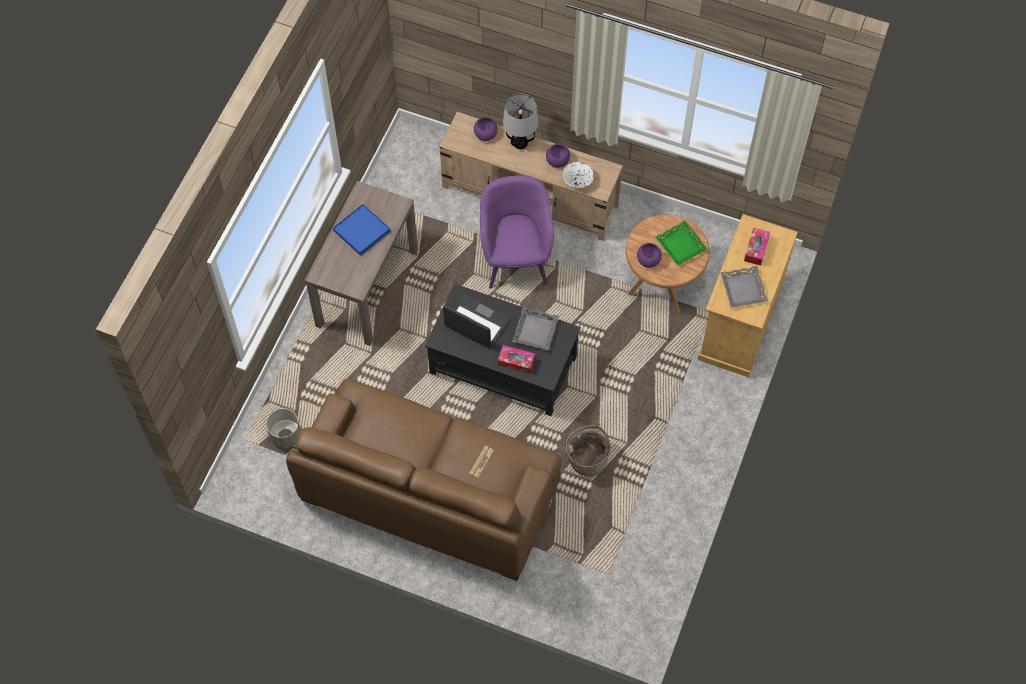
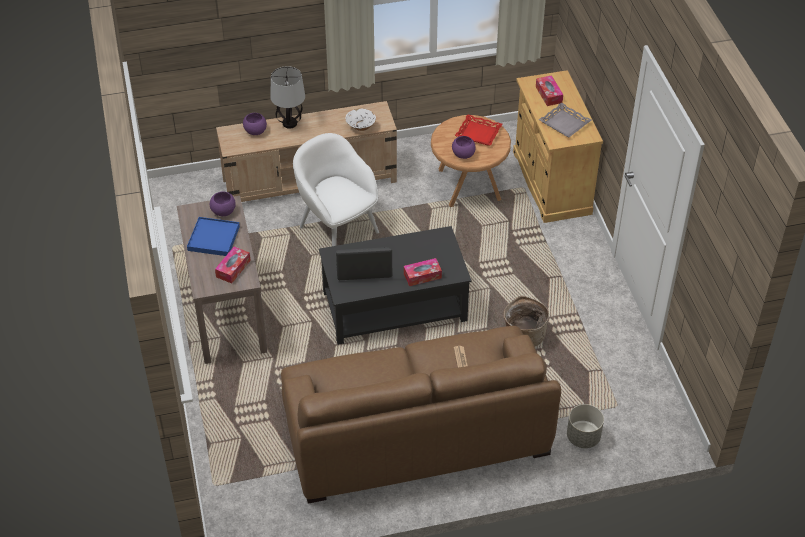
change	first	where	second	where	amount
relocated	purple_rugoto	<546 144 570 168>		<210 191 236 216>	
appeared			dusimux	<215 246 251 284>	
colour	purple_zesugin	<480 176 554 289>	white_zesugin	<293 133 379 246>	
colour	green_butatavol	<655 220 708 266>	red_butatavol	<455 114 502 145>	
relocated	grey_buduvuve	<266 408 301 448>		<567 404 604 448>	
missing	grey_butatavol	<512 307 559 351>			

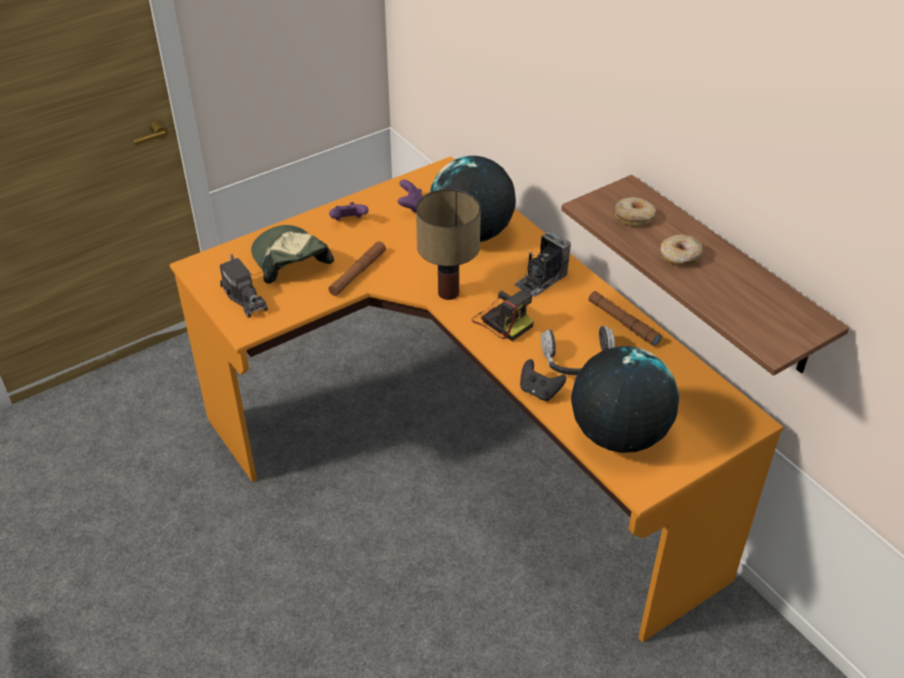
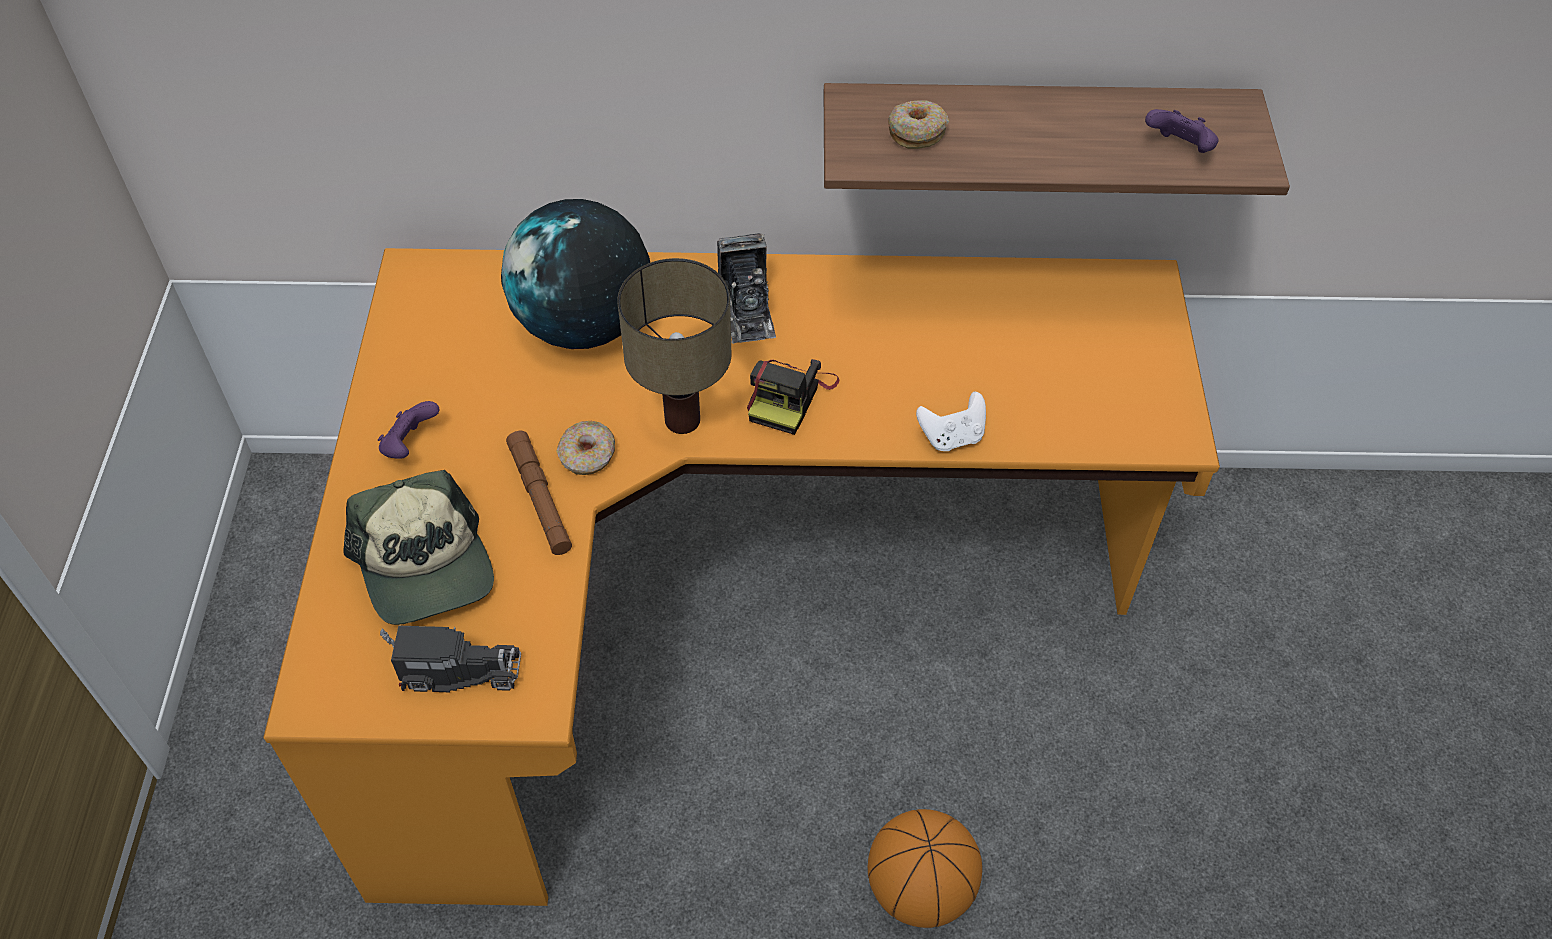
change	first	where	second	where	amount
spun	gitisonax	<251 225 334 284>		<343 470 494 625>	120 degrees counterclockwise
relocated	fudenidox	<660 234 703 266>		<556 421 615 475>	
spun	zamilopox	<472 290 534 341>		<747 359 839 435>	120 degrees clockwise
appeared			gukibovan	<868 809 982 928>	
colour	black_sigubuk	<520 359 566 401>	white_sigubuk	<916 392 986 451>	
relocated	purple_sigubuk	<398 180 423 213>		<1145 109 1218 153>	
missing	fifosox	<541 326 615 375>			
missing	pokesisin	<571 346 679 453>			
missing	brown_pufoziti	<588 291 662 346>			

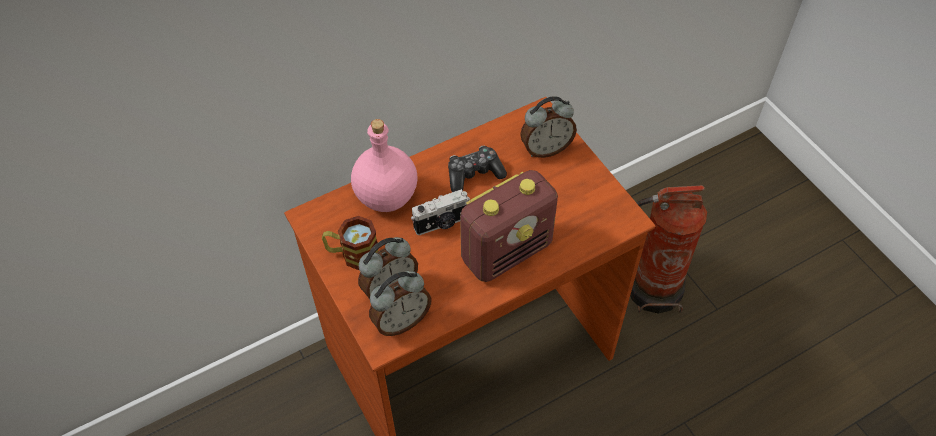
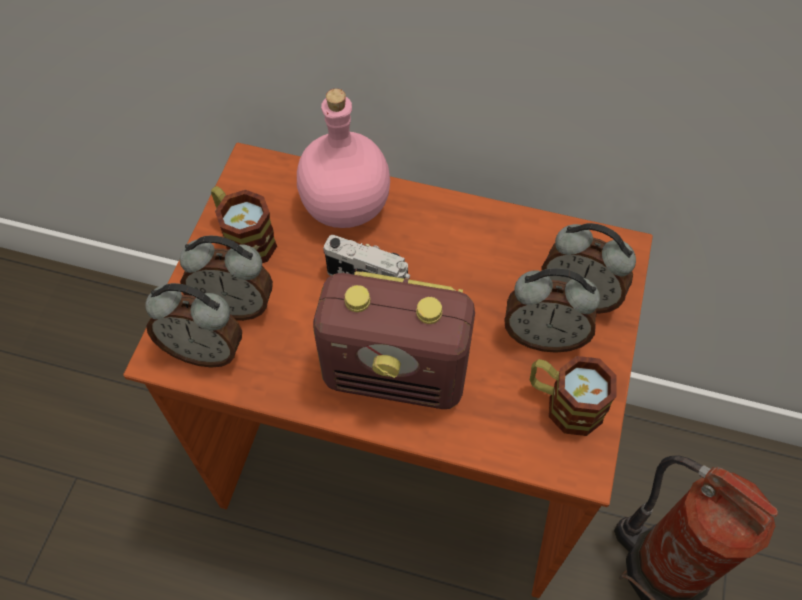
change	first	where	second	where	amount
appeared			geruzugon	<505 268 600 353>	
appeared			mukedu	<530 356 617 436>	
missing	sigubuk	<448 146 507 192>			

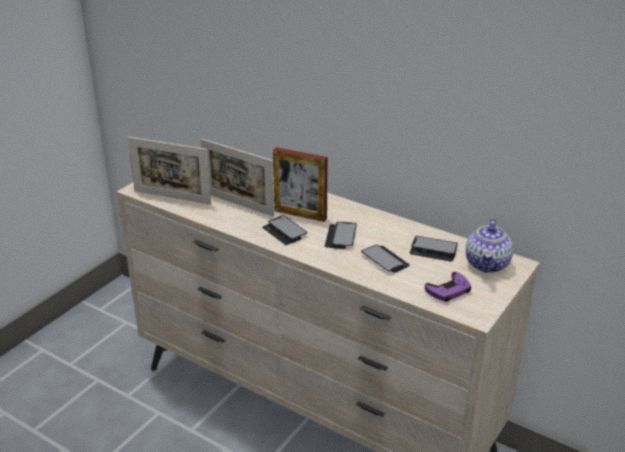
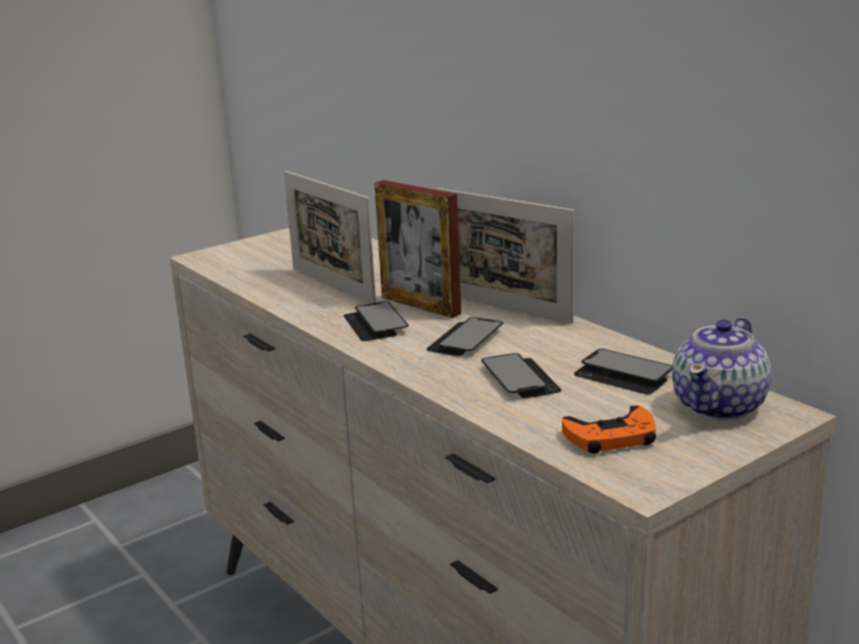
change	first	where	second	where	amount
relocated	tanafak	<127 137 211 205>		<437 188 574 324>	
colour	purple_sigubuk	<425 272 471 302>	orange_sigubuk	<562 406 656 454>	

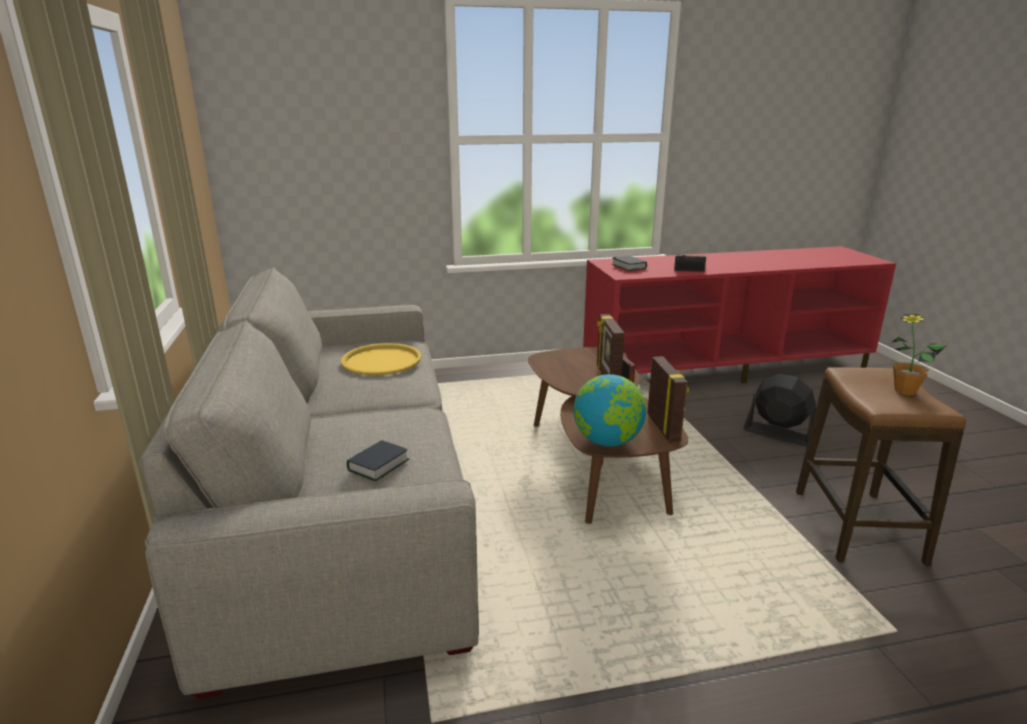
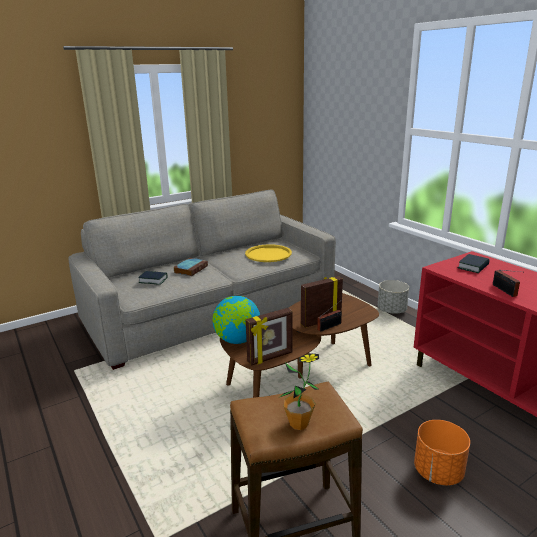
change	first	where	second	where	amount
appeared			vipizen	<174 258 208 276>	
appeared			grey_buduvuve	<378 280 409 314>	
exchanged	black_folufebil	<744 374 816 446>	orange_buduvuve	<414 420 470 486>	

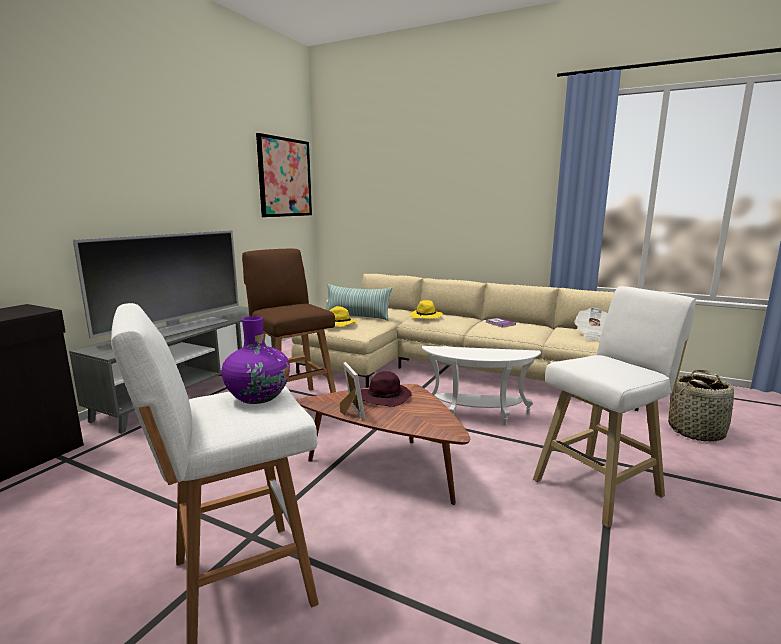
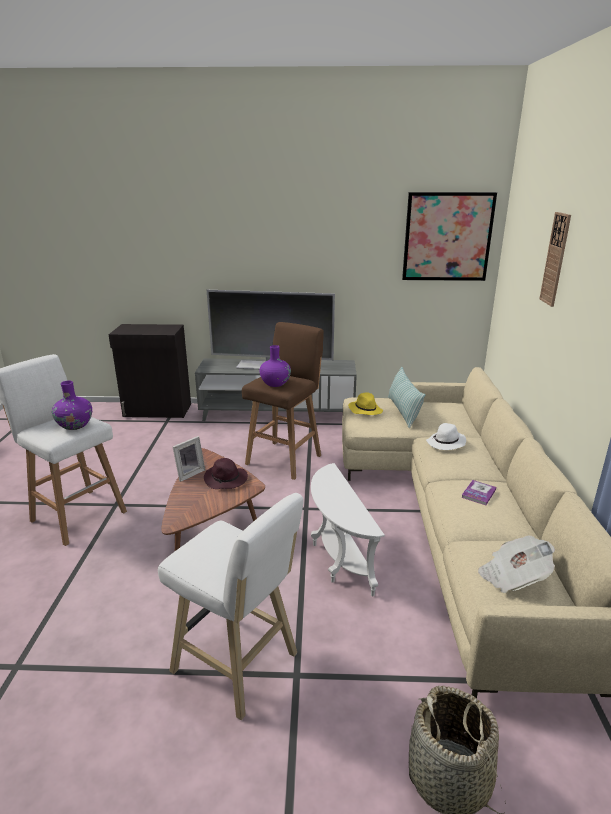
change	first	where	second	where	amount
appeared			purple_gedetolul	<259 345 291 387>	
colour	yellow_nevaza	<410 300 443 319>	white_nevaza	<426 423 466 450>	
appeared			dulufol	<539 212 571 307>	

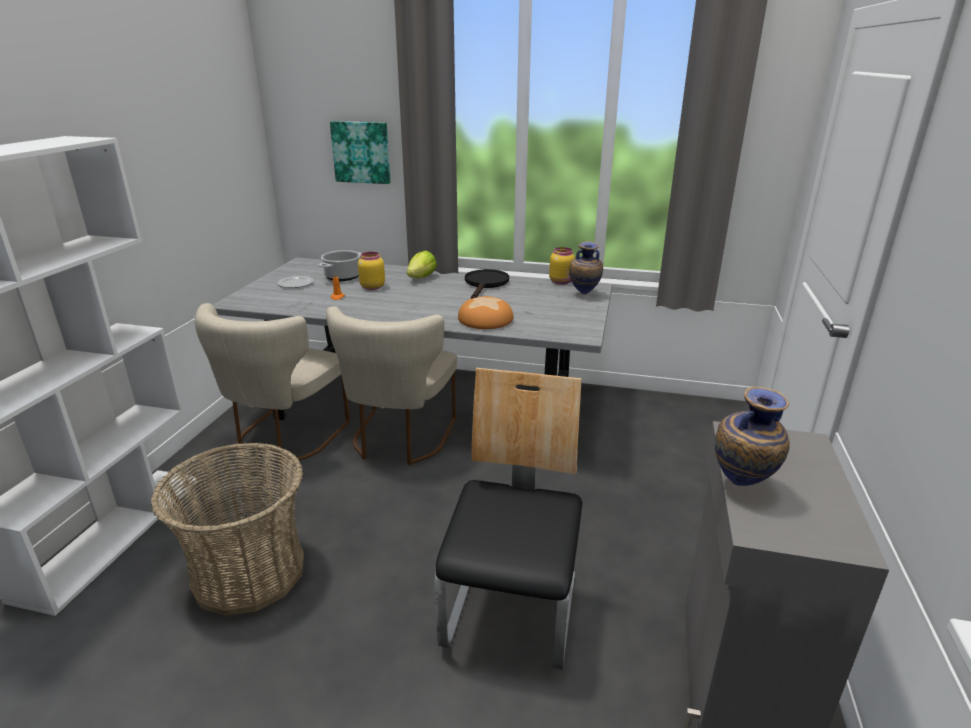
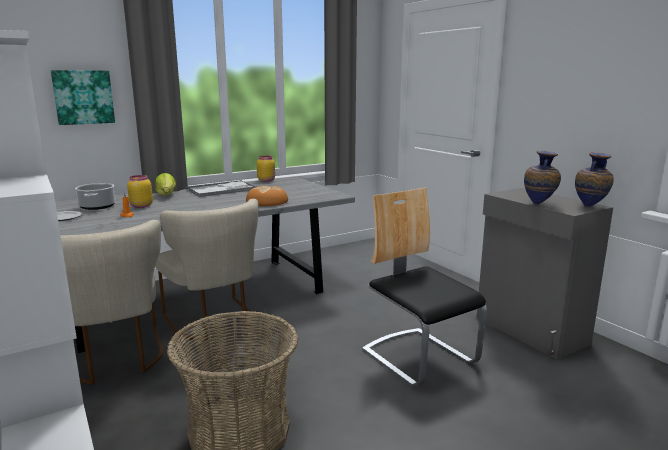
change	first	where	second	where	amount
exchanged	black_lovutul	<465 269 509 299>	butatavol	<186 180 257 197>	
relocated	gedetolul	<569 241 603 294>		<575 152 614 207>	

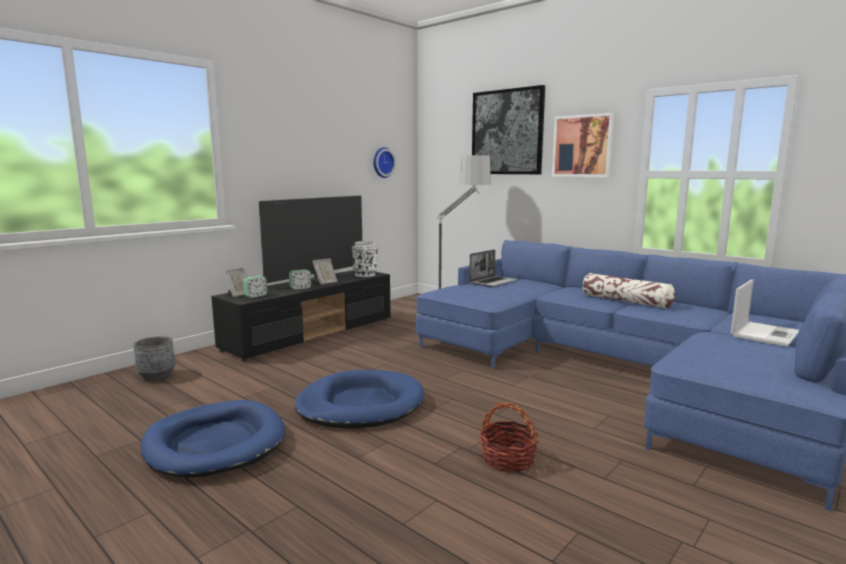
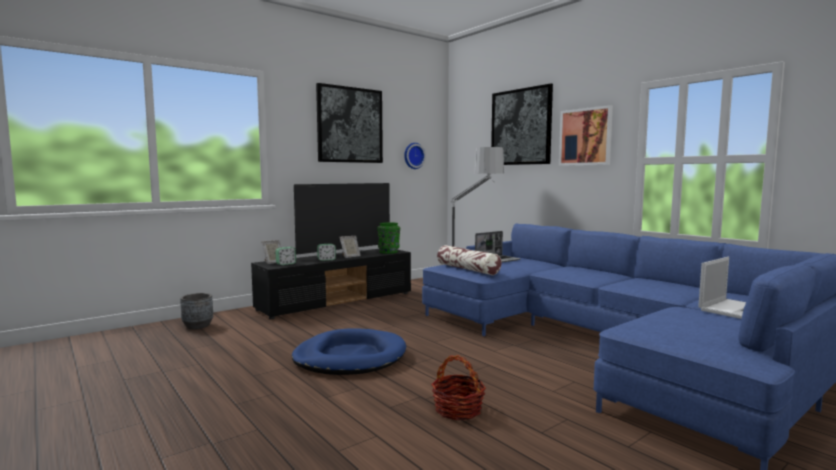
change	first	where	second	where	amount
appeared			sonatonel	<316 83 383 163>	
colour	white_gedetolul	<352 241 378 277>	green_gedetolul	<377 222 400 254>	
relocated	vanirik	<582 273 676 309>		<437 245 502 275>	
missing	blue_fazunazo	<141 400 285 478>			

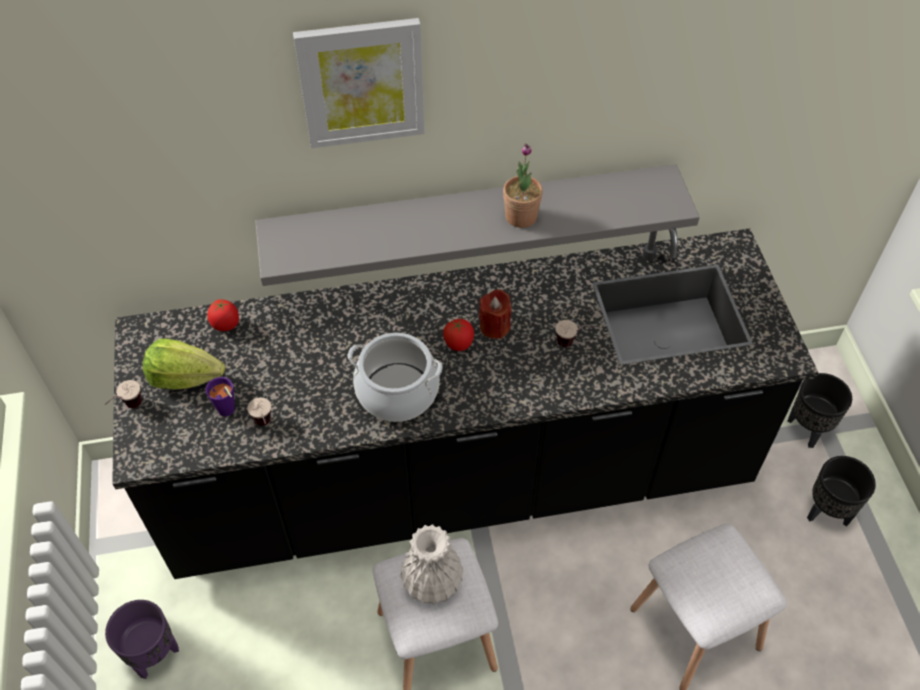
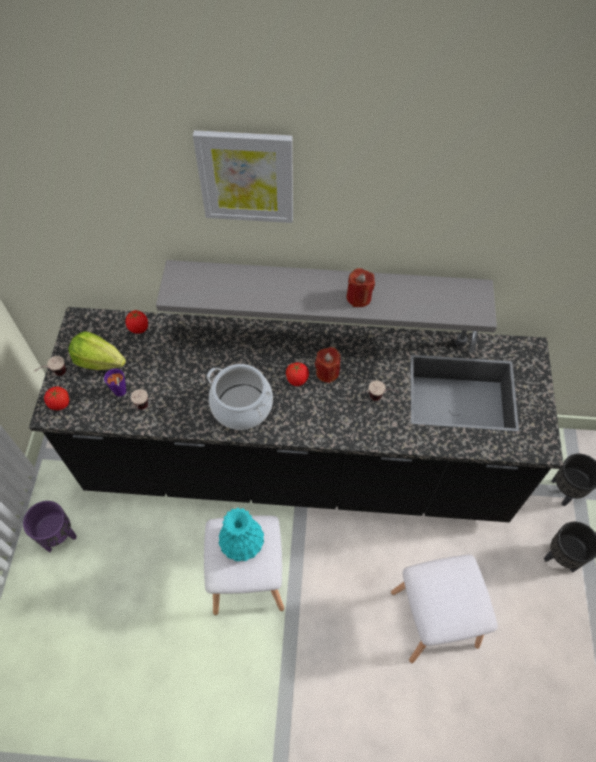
change	first	where	second	where	amount
appeared			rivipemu	<44 387 69 410>	
colour	white_gedetolul	<400 525 463 605>	turquoise_gedetolul	<219 507 264 562>	
exchanged	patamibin	<503 143 543 228>	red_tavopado	<347 268 375 307>	

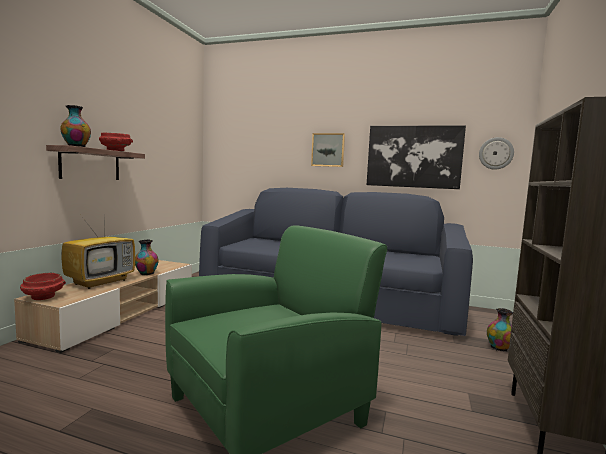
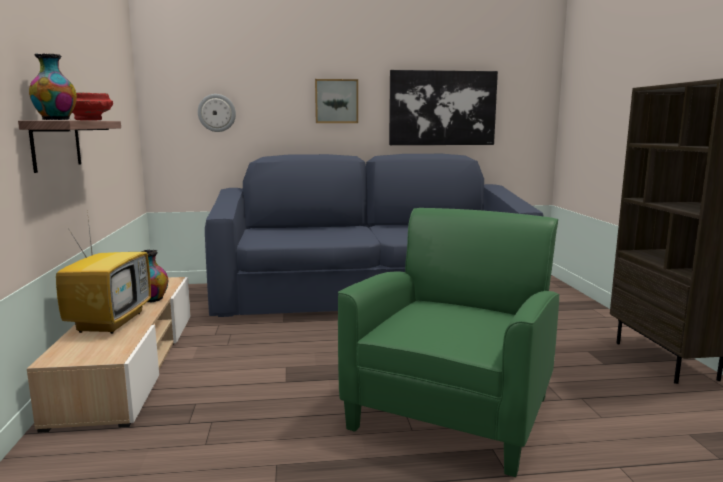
change	first	where	second	where	amount
relocated	dulufol	<479 137 514 170>		<198 94 236 132>	
missing	red_rugoto	<20 273 66 300>			
missing	gedetolul	<487 308 513 351>			

